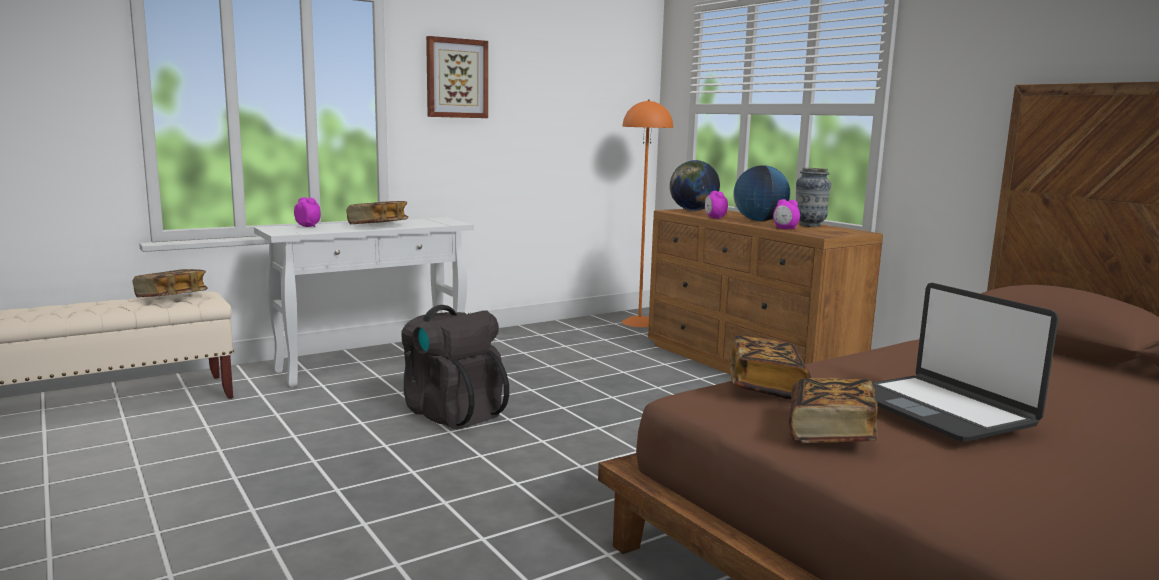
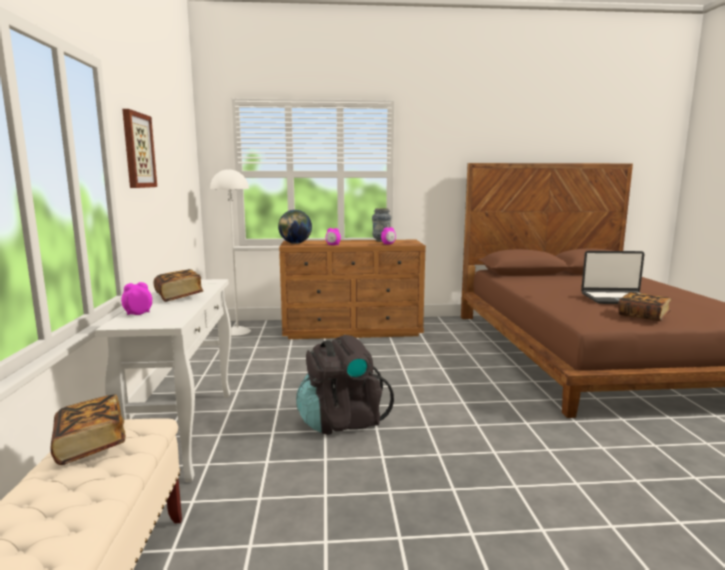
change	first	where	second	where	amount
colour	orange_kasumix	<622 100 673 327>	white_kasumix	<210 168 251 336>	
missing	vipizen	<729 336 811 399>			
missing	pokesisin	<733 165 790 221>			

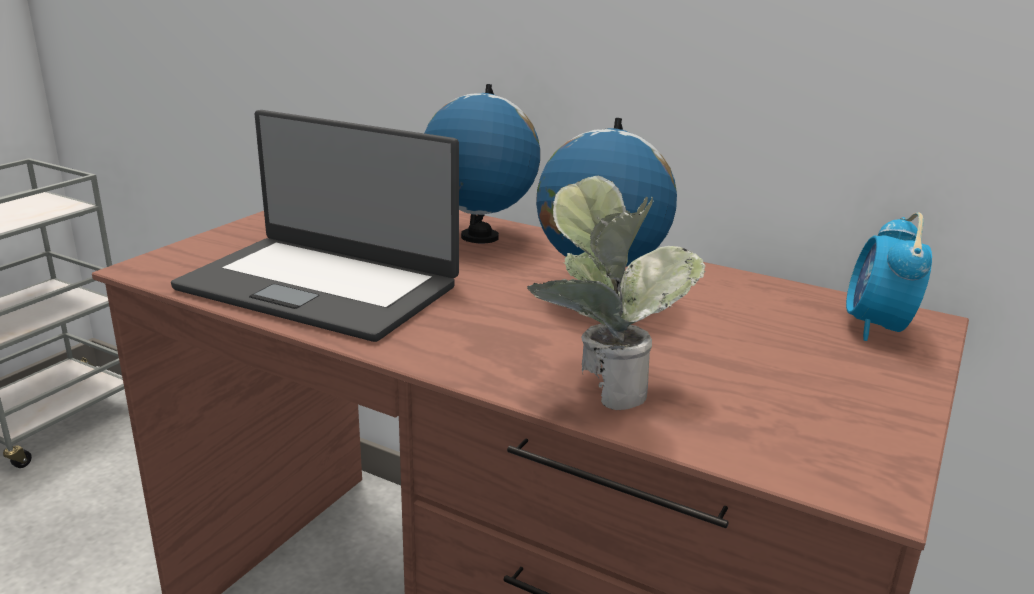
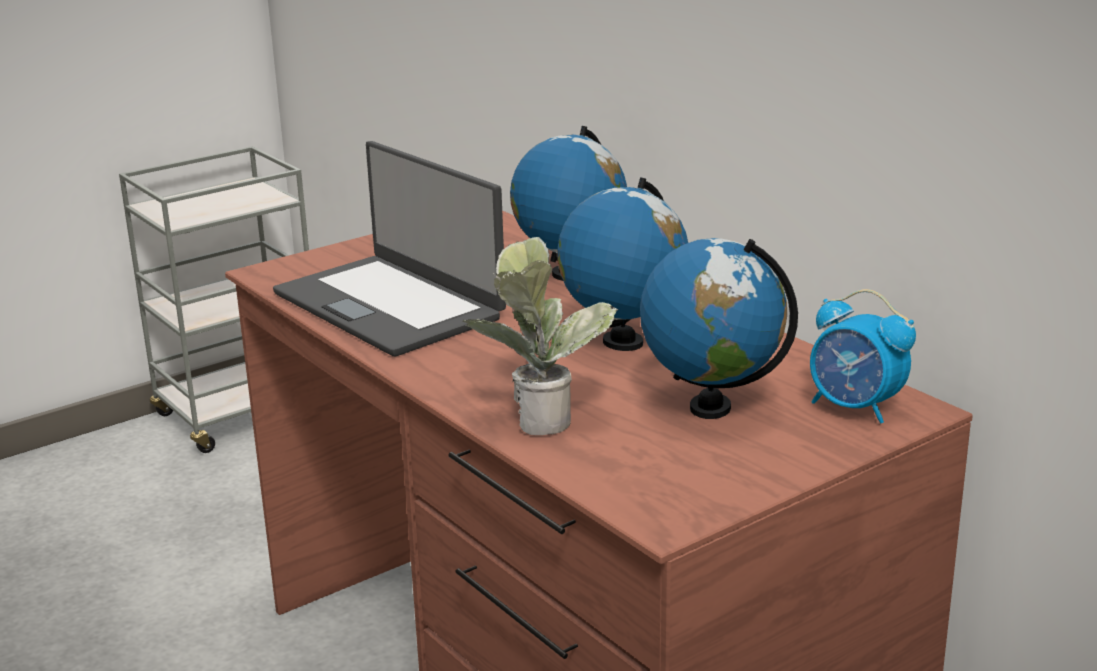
change	first	where	second	where	amount
appeared			pokesisin	<640 238 798 419>	
spun	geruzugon	<846 212 932 341>		<810 289 916 423>	90 degrees counterclockwise

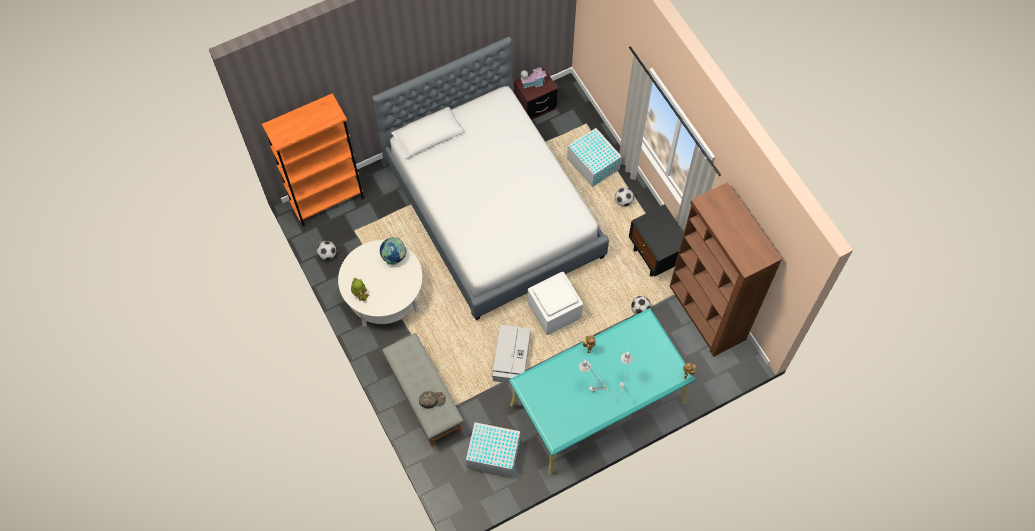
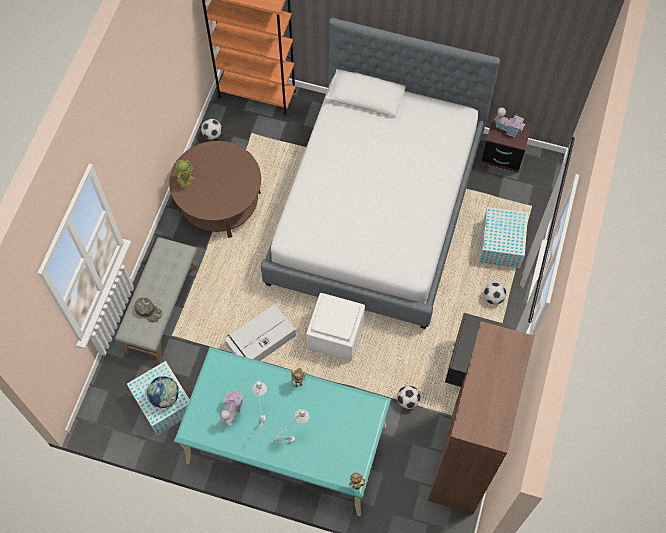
change	first	where	second	where	amount
relocated	pokesisin	<380 237 407 265>		<146 376 179 408>	
colour	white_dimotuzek	<338 240 423 327>	brown_dimotuzek	<169 141 261 238>	
appeared			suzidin	<220 390 243 426>	

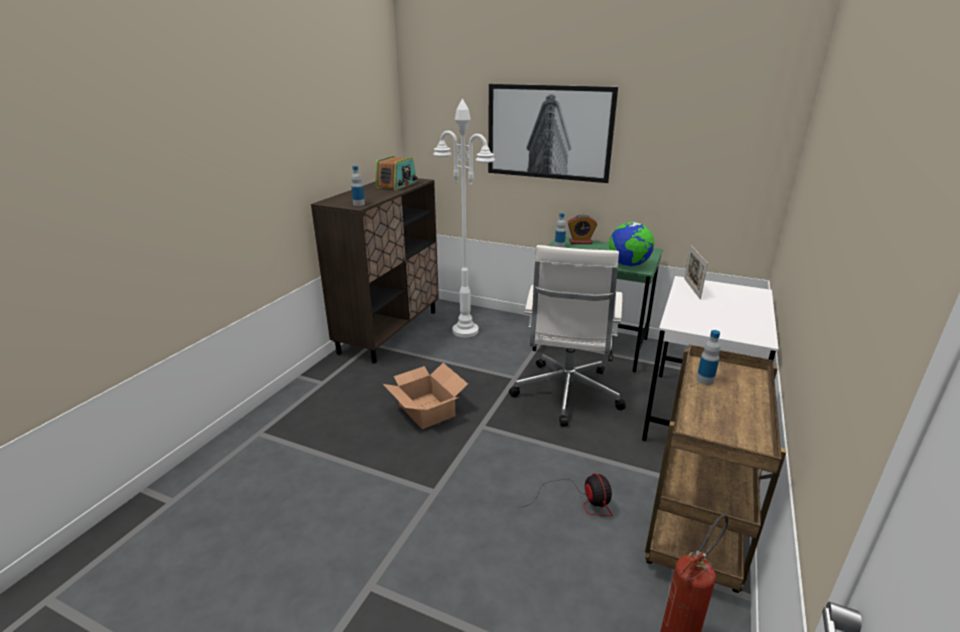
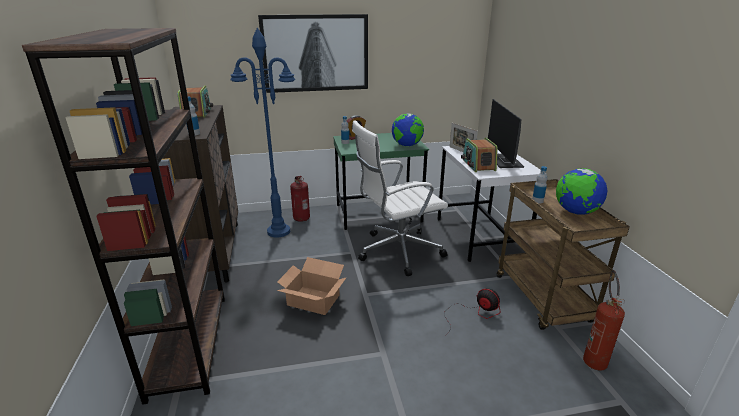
change	first	where	second	where	amount
appeared			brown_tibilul	<22 28 225 405>	
colour	white_kasumix	<433 99 495 337>	blue_kasumix	<230 28 295 238>	
appeared			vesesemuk	<290 176 310 222>	
spun	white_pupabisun	<509 245 626 427>		<352 120 448 276>	90 degrees clockwise
appeared			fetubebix	<461 138 497 172>	
appeared			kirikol	<488 99 524 168>	
appeared			pokesisin	<556 168 608 214>	

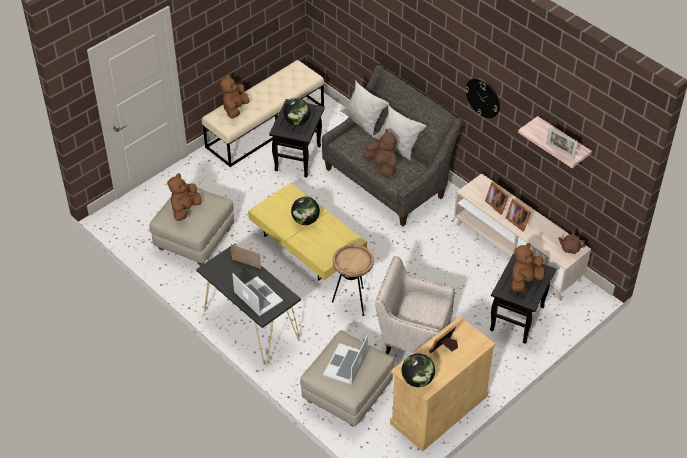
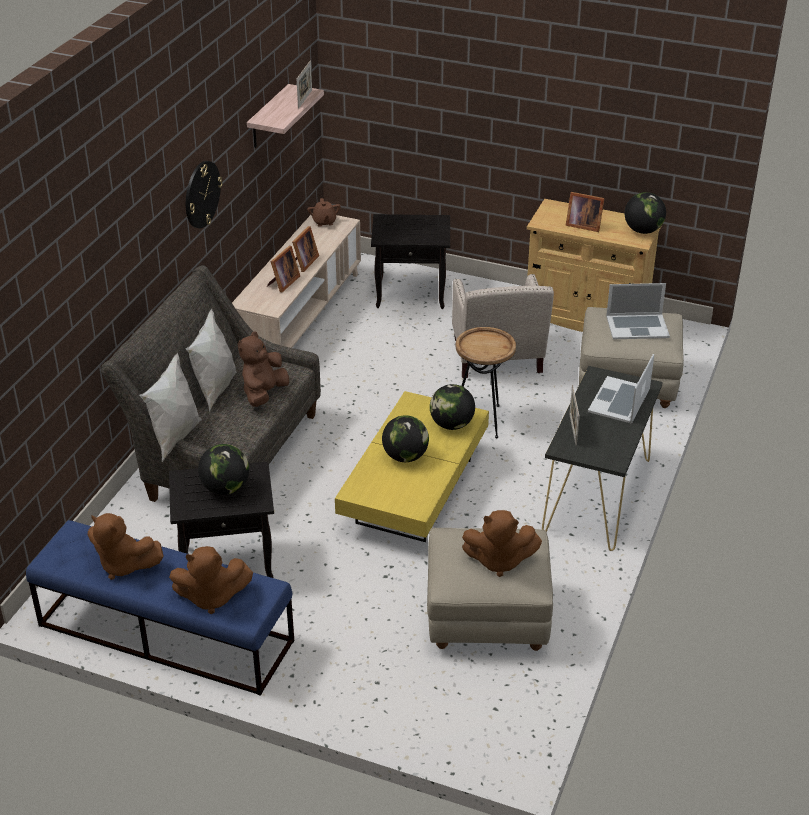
change	first	where	second	where	amount
colour	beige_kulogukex	<202 60 324 167>	blue_kulogukex	<26 520 294 696>	
relocated	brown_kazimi	<511 243 545 292>		<88 513 164 580>	
appeared			pokesisin	<430 384 475 430>	

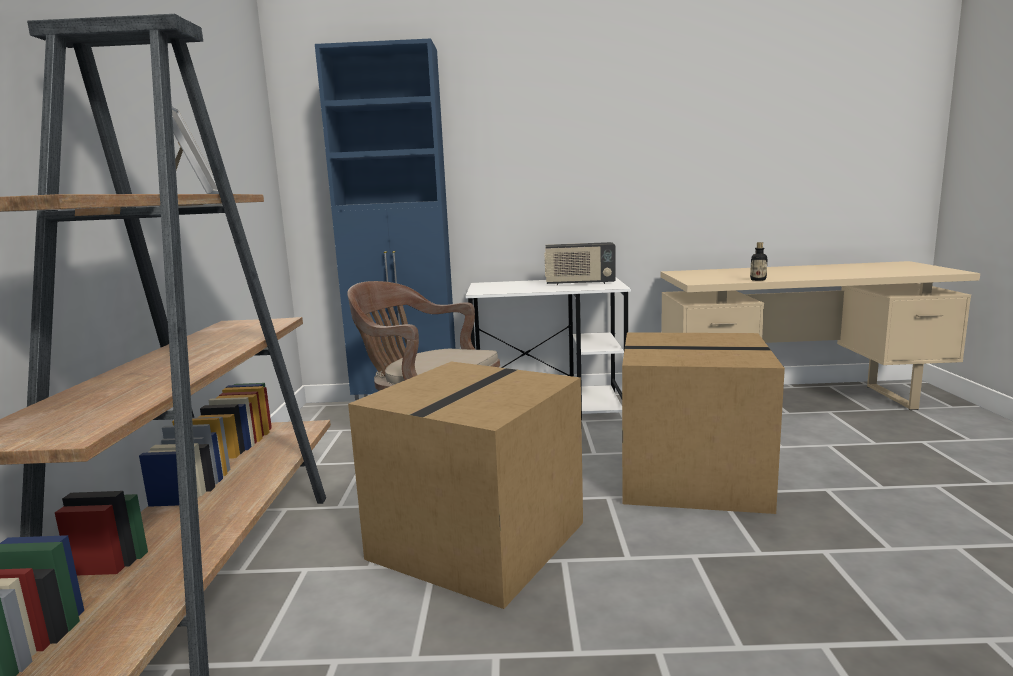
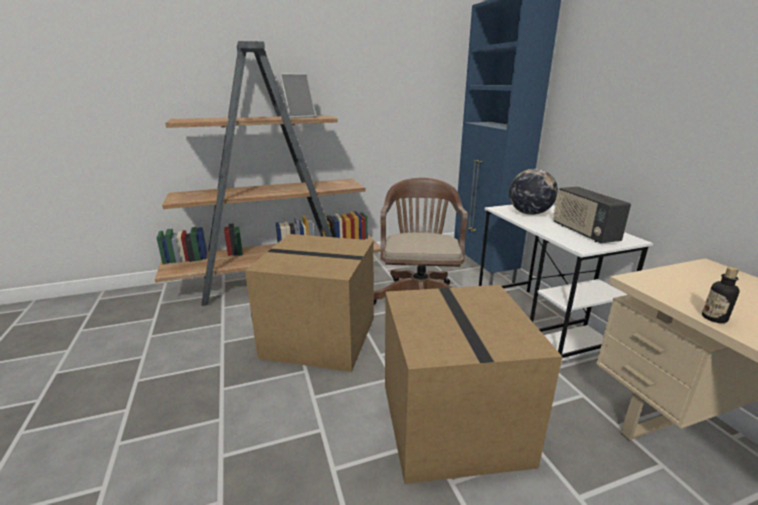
change	first	where	second	where	amount
appeared			pokesisin	<509 169 558 215>	

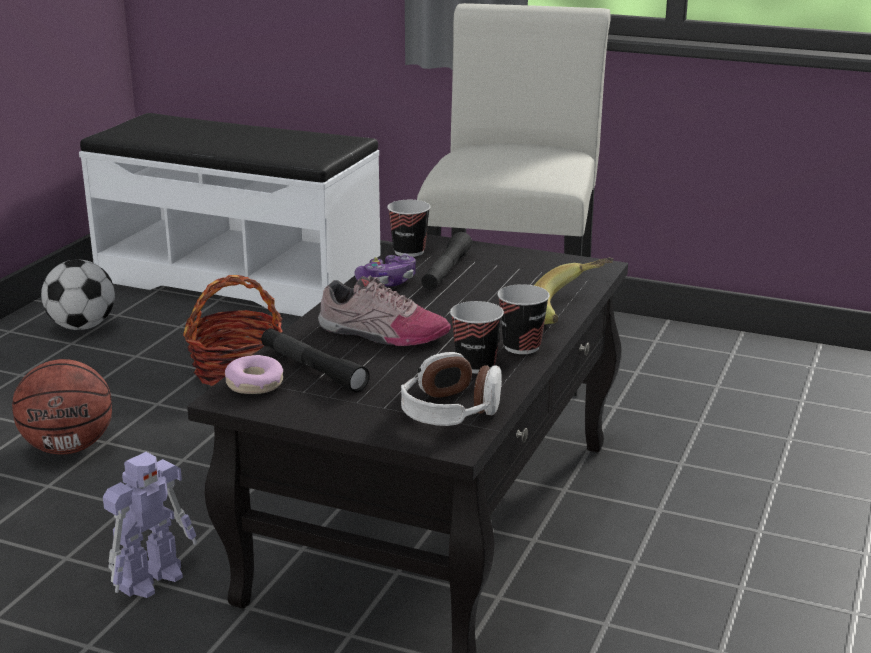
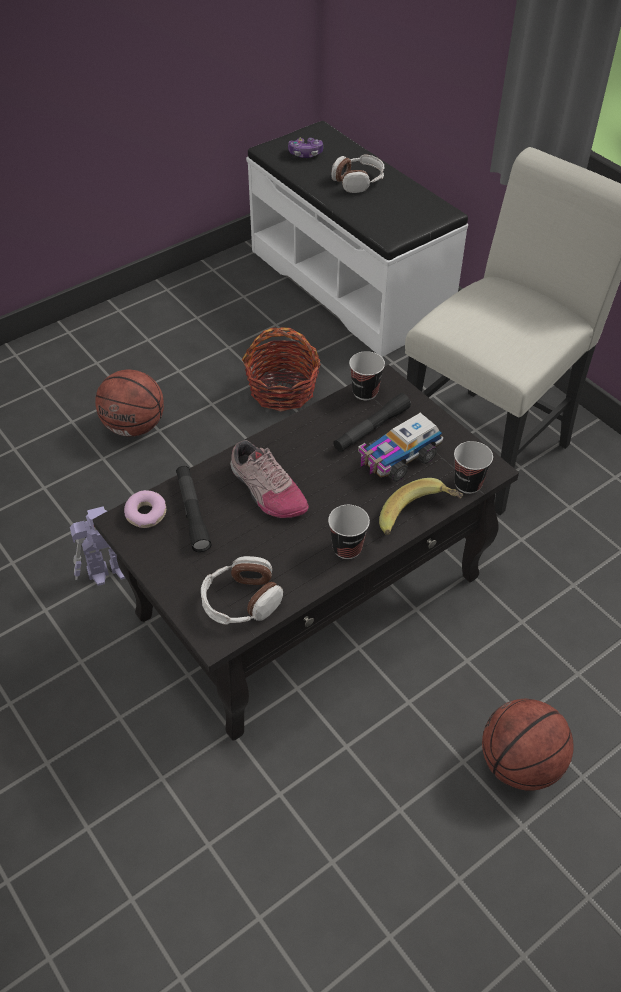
change	first	where	second	where	amount
relocated	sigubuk	<354 253 416 287>		<288 137 323 158>	
appeared			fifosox	<331 154 384 193>	
appeared			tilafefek	<358 413 443 482>	
relocated	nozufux	<450 301 504 373>		<454 441 493 494>	
appeared			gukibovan	<482 699 574 791>	
missing	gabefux	<41 260 115 330>			

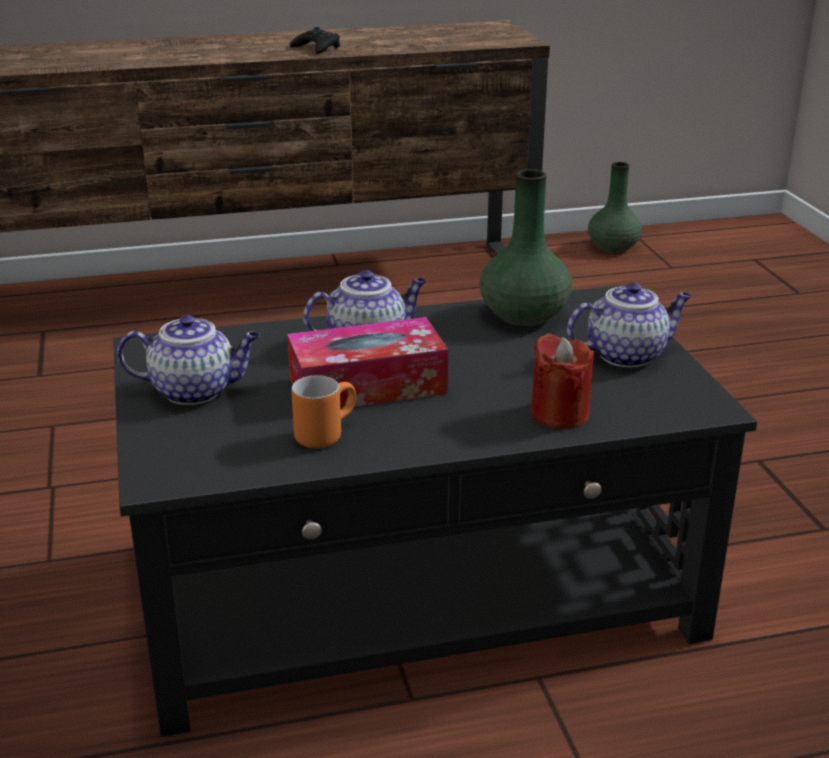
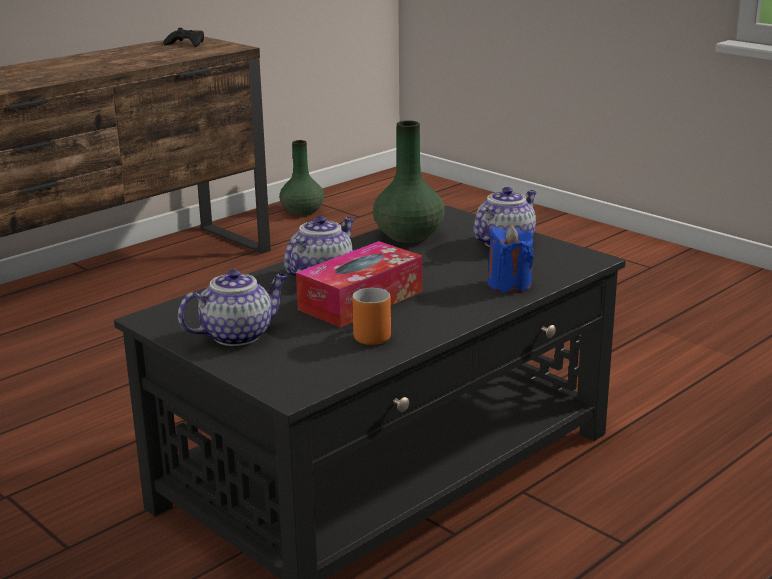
change	first	where	second	where	amount
relocated	black_sigubuk	<290 27 340 54>		<163 28 204 47>	
colour	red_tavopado	<531 333 594 429>	blue_tavopado	<488 225 534 293>	

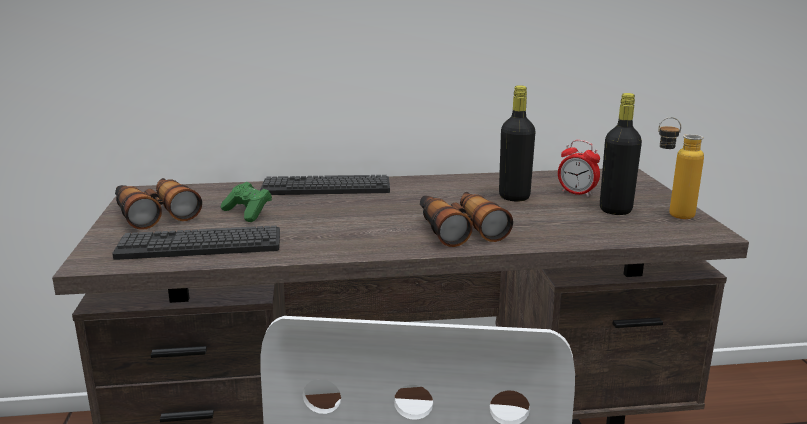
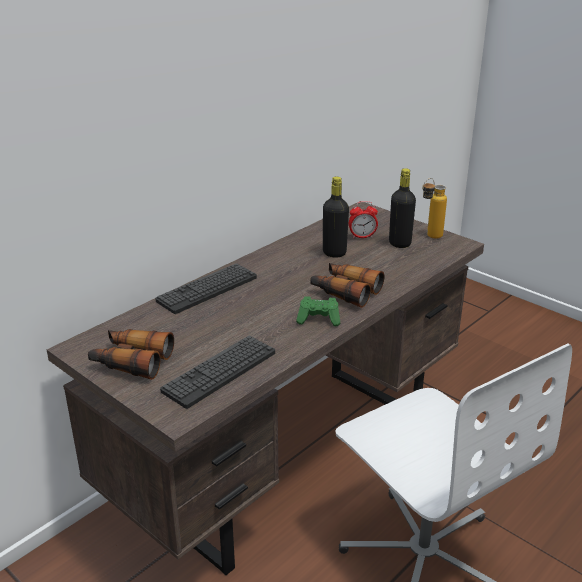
change	first	where	second	where	amount
relocated	green_sigubuk	<221 182 272 222>		<296 296 340 326>	

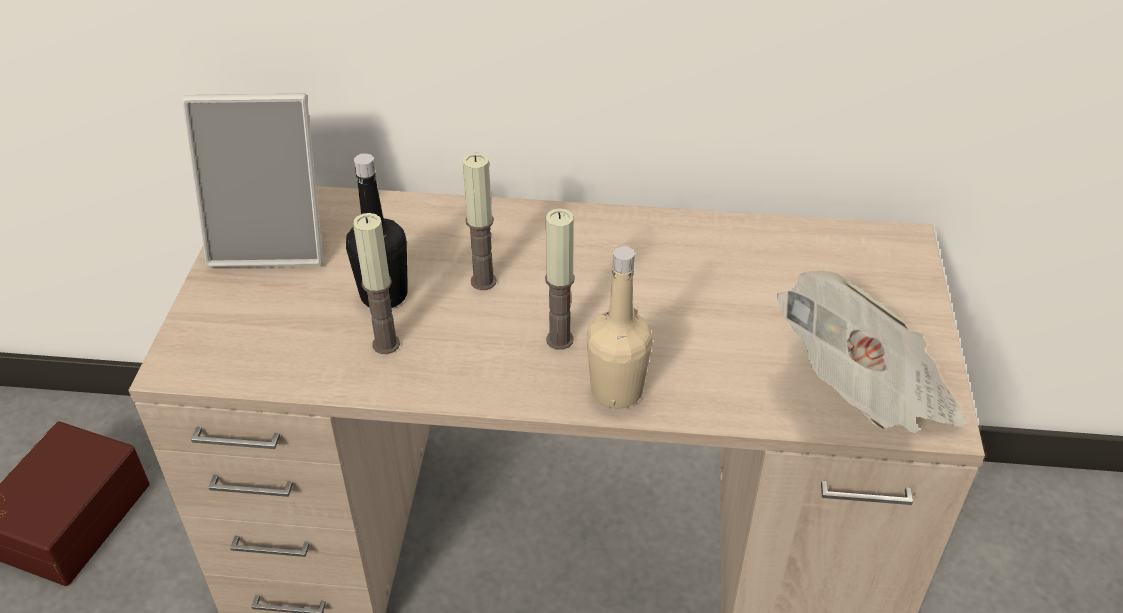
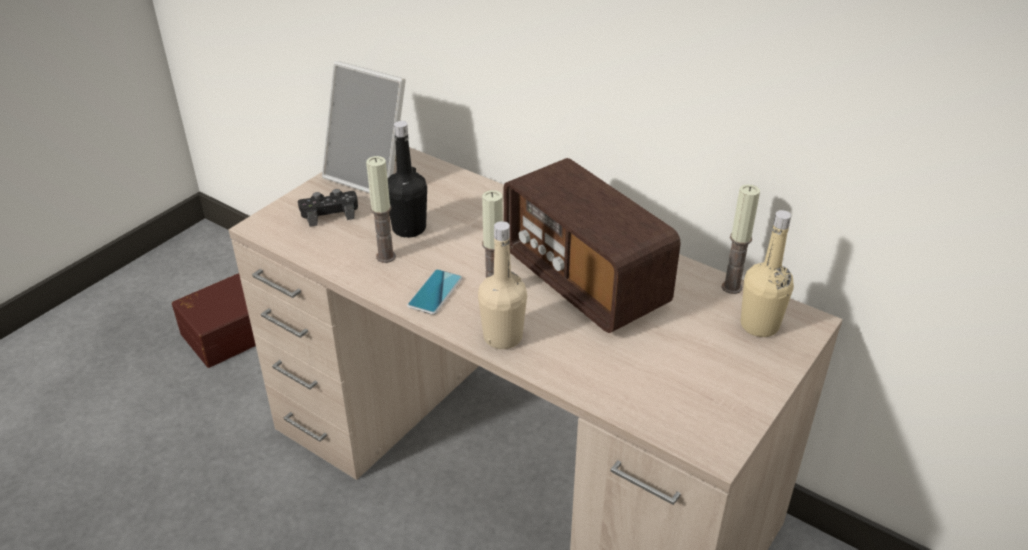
change	first	where	second	where	amount
appeared			black_sigubuk	<298 189 358 227>	
appeared			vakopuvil	<407 269 463 315>	
appeared			fetubebix	<504 158 680 333>	
relocated	tavopado	<462 153 497 290>		<722 184 760 294>	
appeared			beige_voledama	<741 210 794 337>	
missing	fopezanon	<777 270 967 433>			

